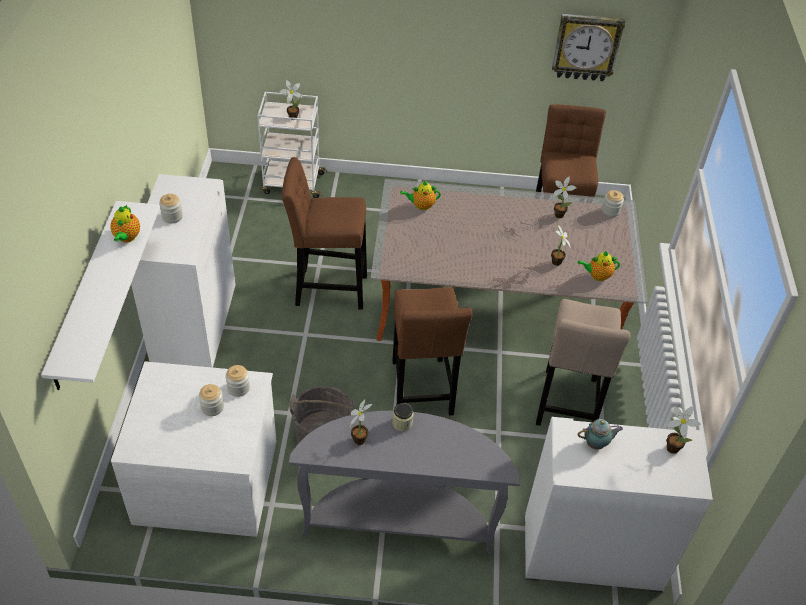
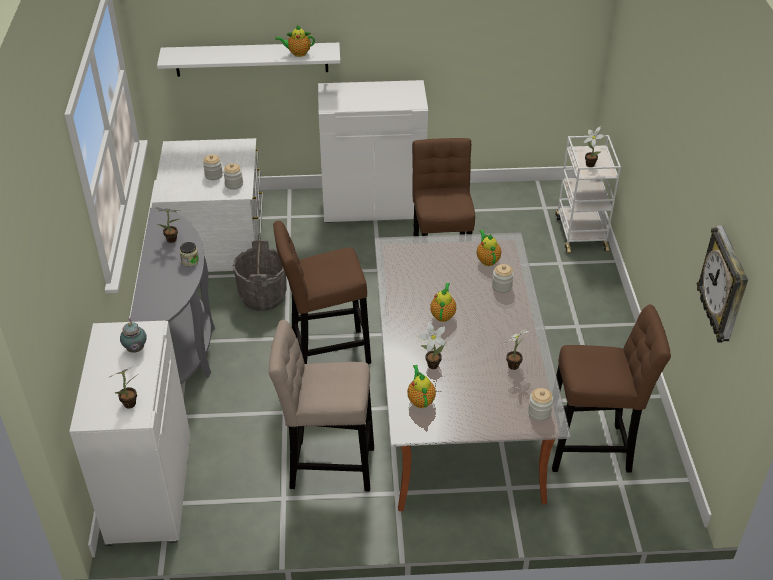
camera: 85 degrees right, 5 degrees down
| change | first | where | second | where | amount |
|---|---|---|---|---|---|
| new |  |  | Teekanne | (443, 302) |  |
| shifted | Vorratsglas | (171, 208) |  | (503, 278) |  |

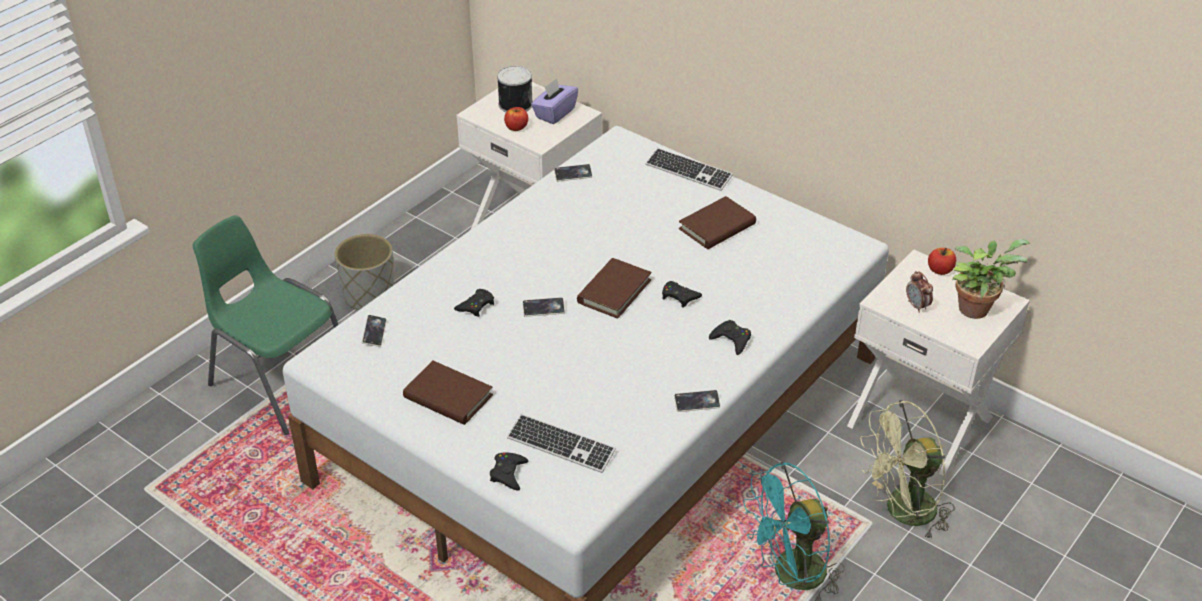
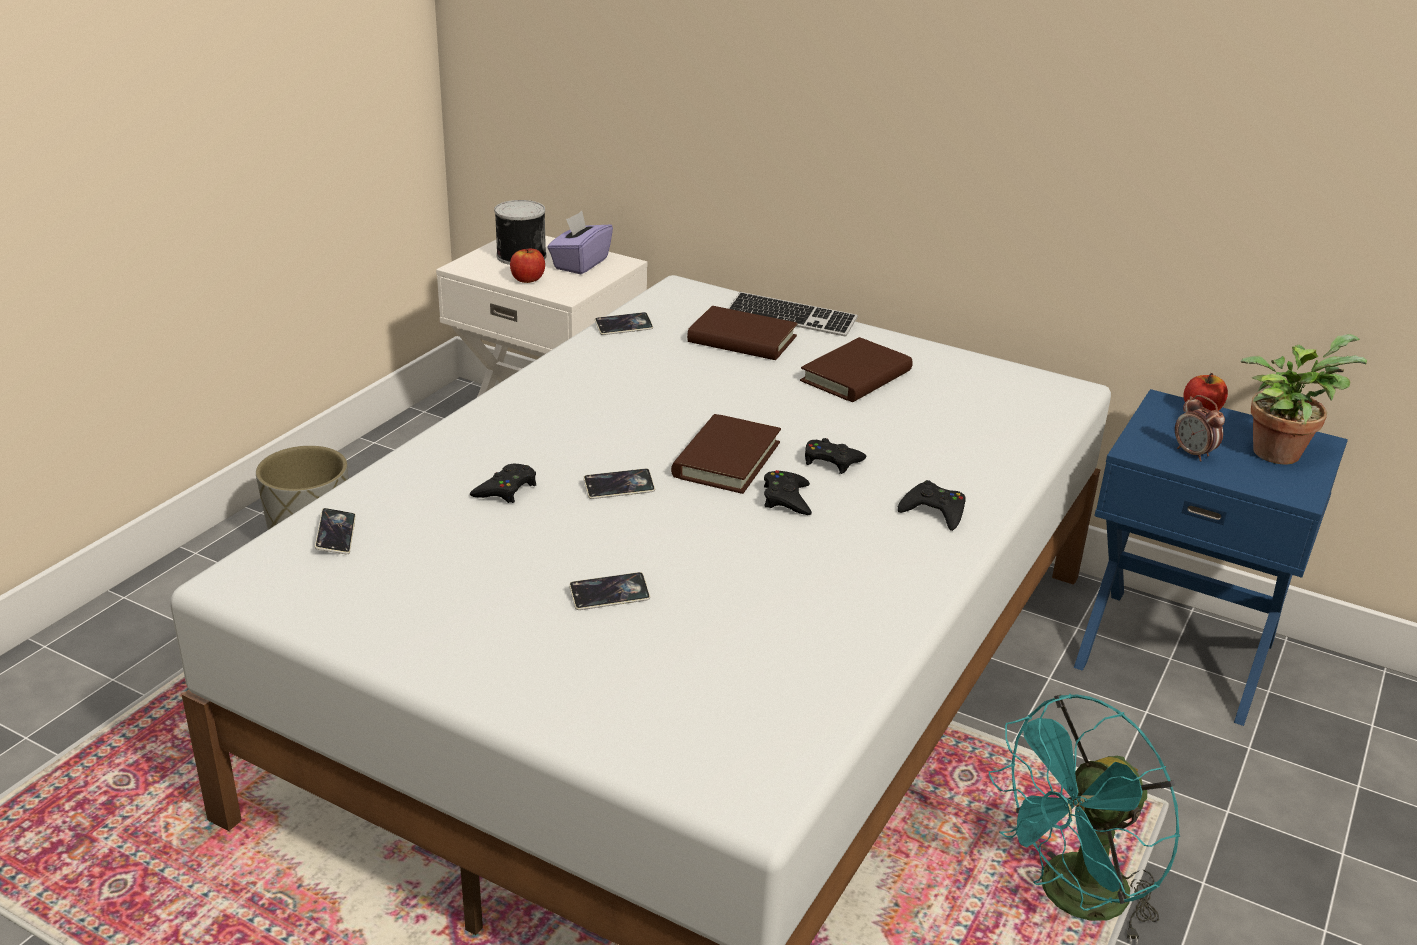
camera: 10 degrees left, 10 degrees down
| change | first | where | second | where | amount |
|---|---|---|---|---|---|
| shifted | Handy | (697, 401) |  | (609, 591) |  |
| shifted | Buch [braun] | (448, 393) |  | (742, 333) |  |
| shifted | Gamepad [schwarz] | (509, 471) |  | (788, 492) |  |
| repainted | Nachttisch [weiß] | (938, 363) | Nachttisch [blau] | (1211, 557) |  |
| gone | Stuhl [grün] | (266, 325) |  |  |  |
| gone | Tastatur | (561, 443) |  |  |  |
| gone | Ventilator [grün] | (907, 470) |  |  |  |

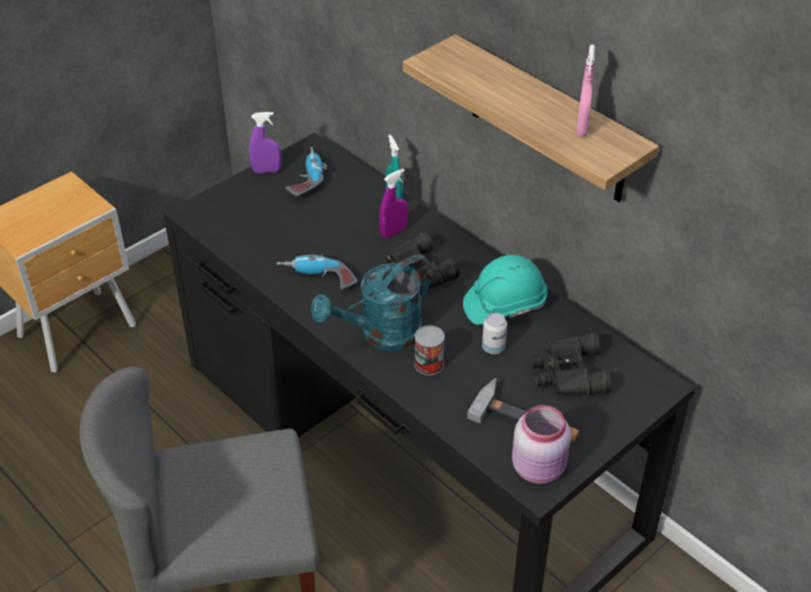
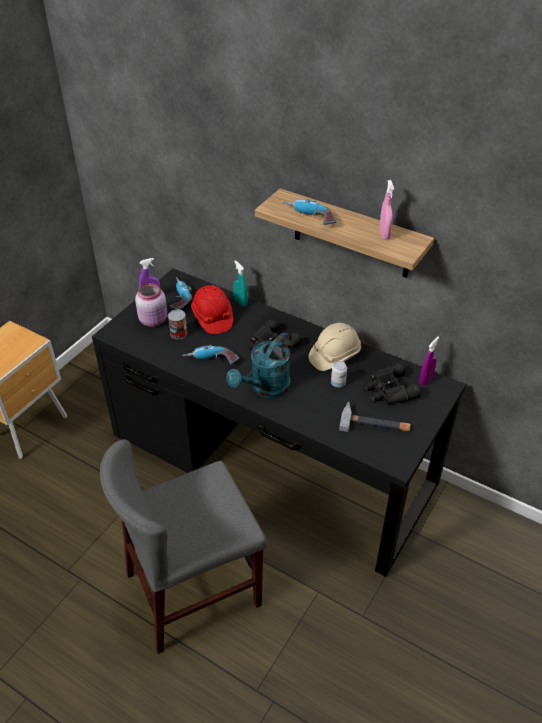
camera: 15 degrees left, 0 degrees up
| change | first | where | second | where | amount |
|---|---|---|---|---|---|
| shifted | Vorratsglas [rosa] | (541, 444) |  | (151, 305) |  |
| shifted | Dose | (429, 350) |  | (177, 324) |  |
| new |  |  | Schutzhelm [rot] | (212, 309) |  |
| new |  |  | Bohrmaschine | (310, 212) |  |
| repainted | Schutzhelm [türkis] | (505, 290) | Schutzhelm [beige] | (334, 347) |  |
| shifted | Sprühflasche [lila] | (393, 203) |  | (429, 361) |  |

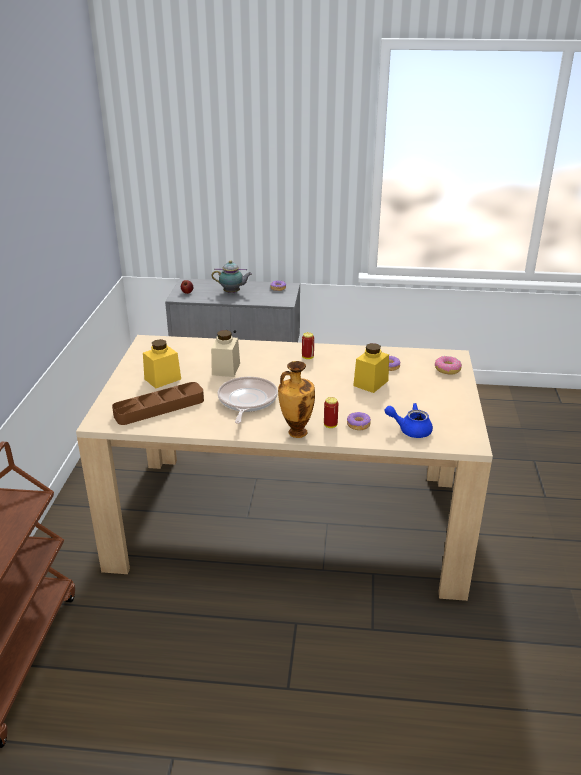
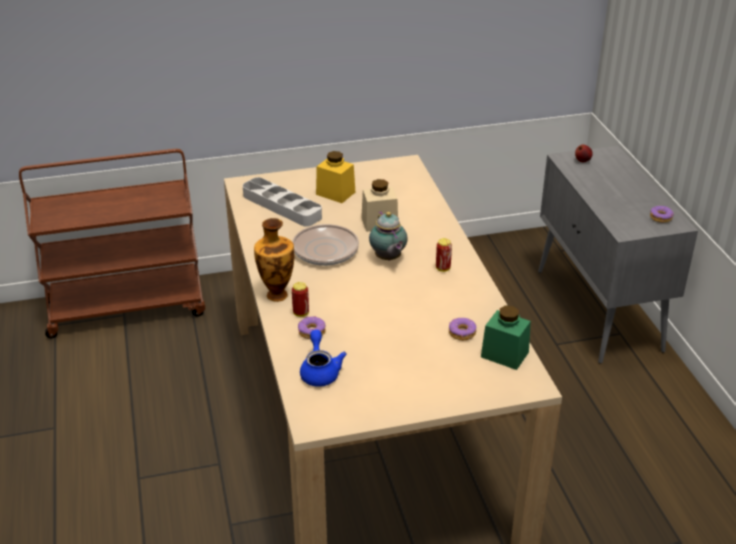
camera: 70 degrees right, 5 degrees up
| change | first | where | second | where | amount |
|---|---|---|---|---|---|
| repainted | Tablett [braun] | (158, 403) | Tablett [grau] | (282, 202) |  |
| shifted | Teekanne | (232, 276) |  | (388, 235) |  |
| new |  |  | Vorratsglas [grün] | (506, 337) |  |
| gone | Vorratsglas [gelb] | (371, 368) |  |  |  |
| gone | Donut | (448, 365) |  |  |  |

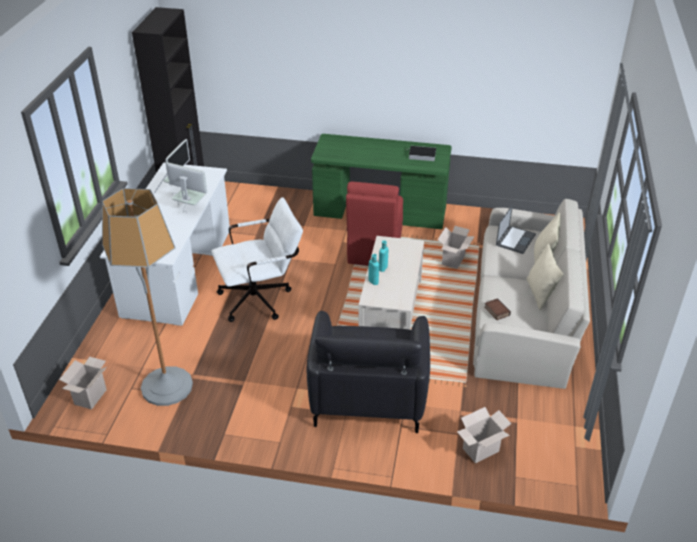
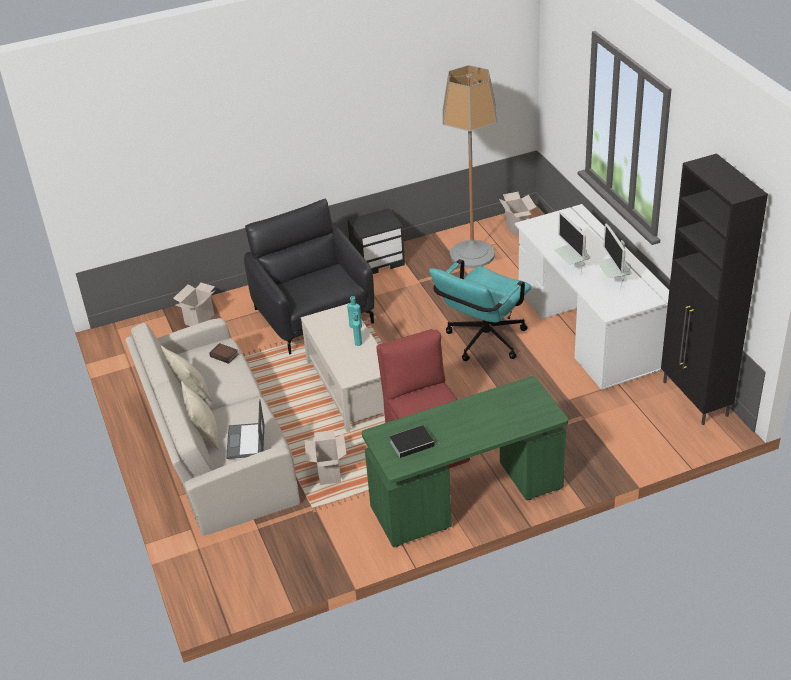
camera: 150 degrees right, 0 degrees up
| change | first | where | second | where | amount |
|---|---|---|---|---|---|
| new |  |  | Nachttisch [schwarz] | (376, 241) |  |
| repainted | Bürostuhl [weiß] | (257, 259) | Bürostuhl [türkis] | (480, 310) |  |
| rotated | Monitor | (187, 188) |  | (573, 241) | 75 degrees clockwise |

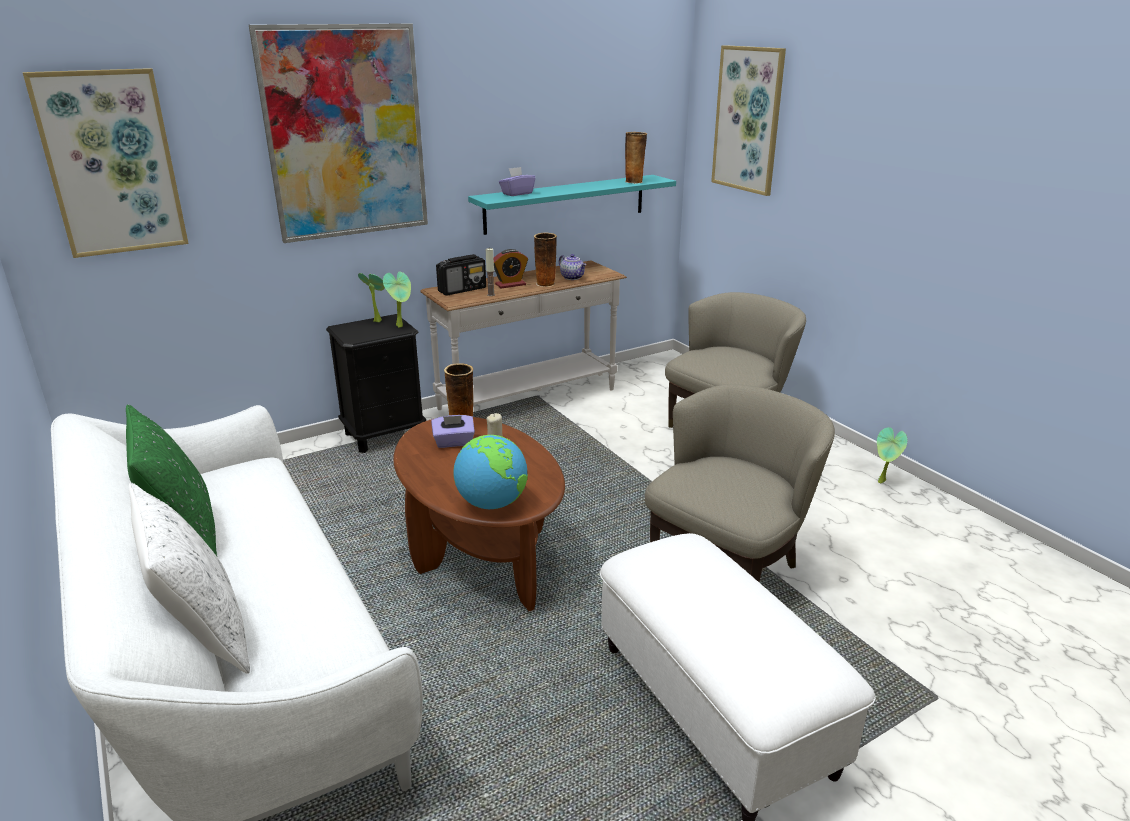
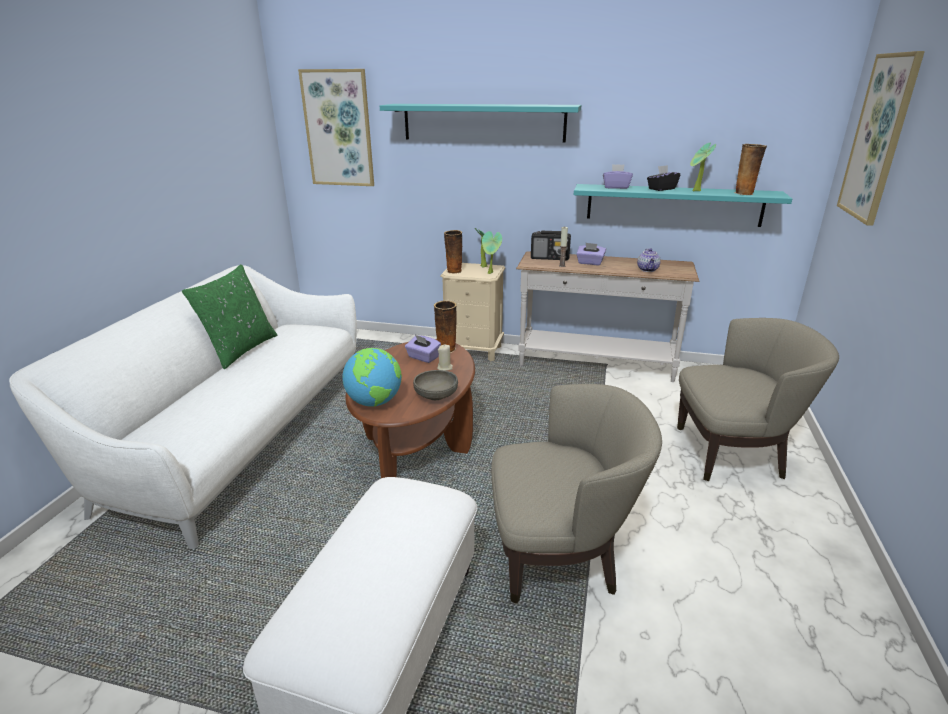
camera: 45 degrees right, 0 degrees up
| change | first | where | second | where | amount |
|---|---|---|---|---|---|
| swapped | Bild | (338, 133) | Wandregal [türkis] | (480, 123) |  |
| new |  |  | Schüssel [grau] | (435, 385) |  |
| repainted | Nachttisch [schwarz] | (376, 383) | Nachttisch [beige] | (472, 312) |  |
| shifted | Vase | (545, 259) |  | (453, 252) |  |
| swapped | Wecker | (511, 268) | Taschentuchbox [lila] | (591, 254) |  |
| new |  |  | Taschentuchbox [schwarz] | (663, 178) |  |
| shifted | Topfpflanze | (892, 455) |  | (703, 167) |  |
| gone | Kissen [weiß] | (189, 578) |  |  |  |

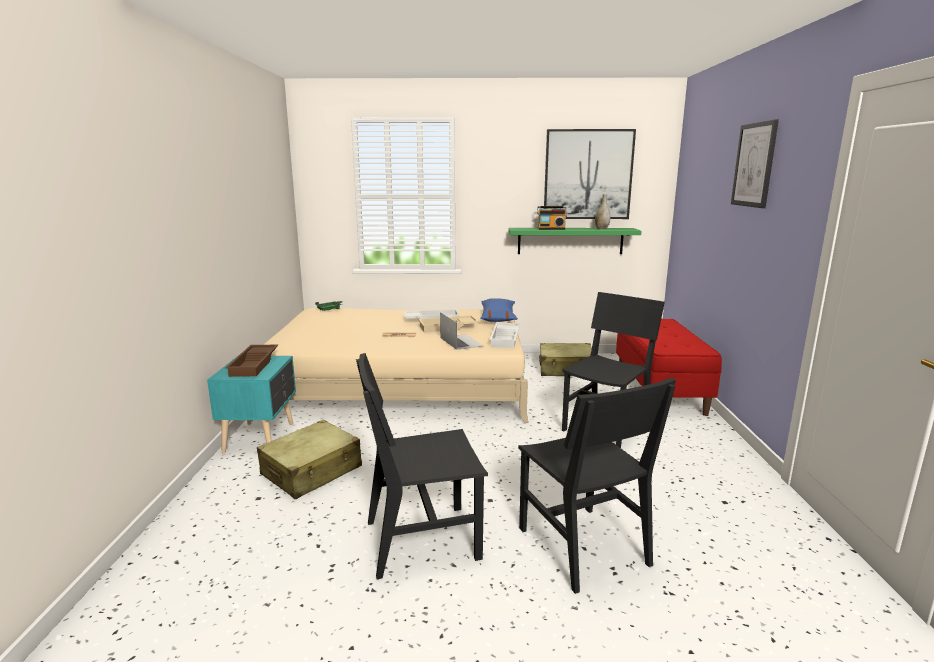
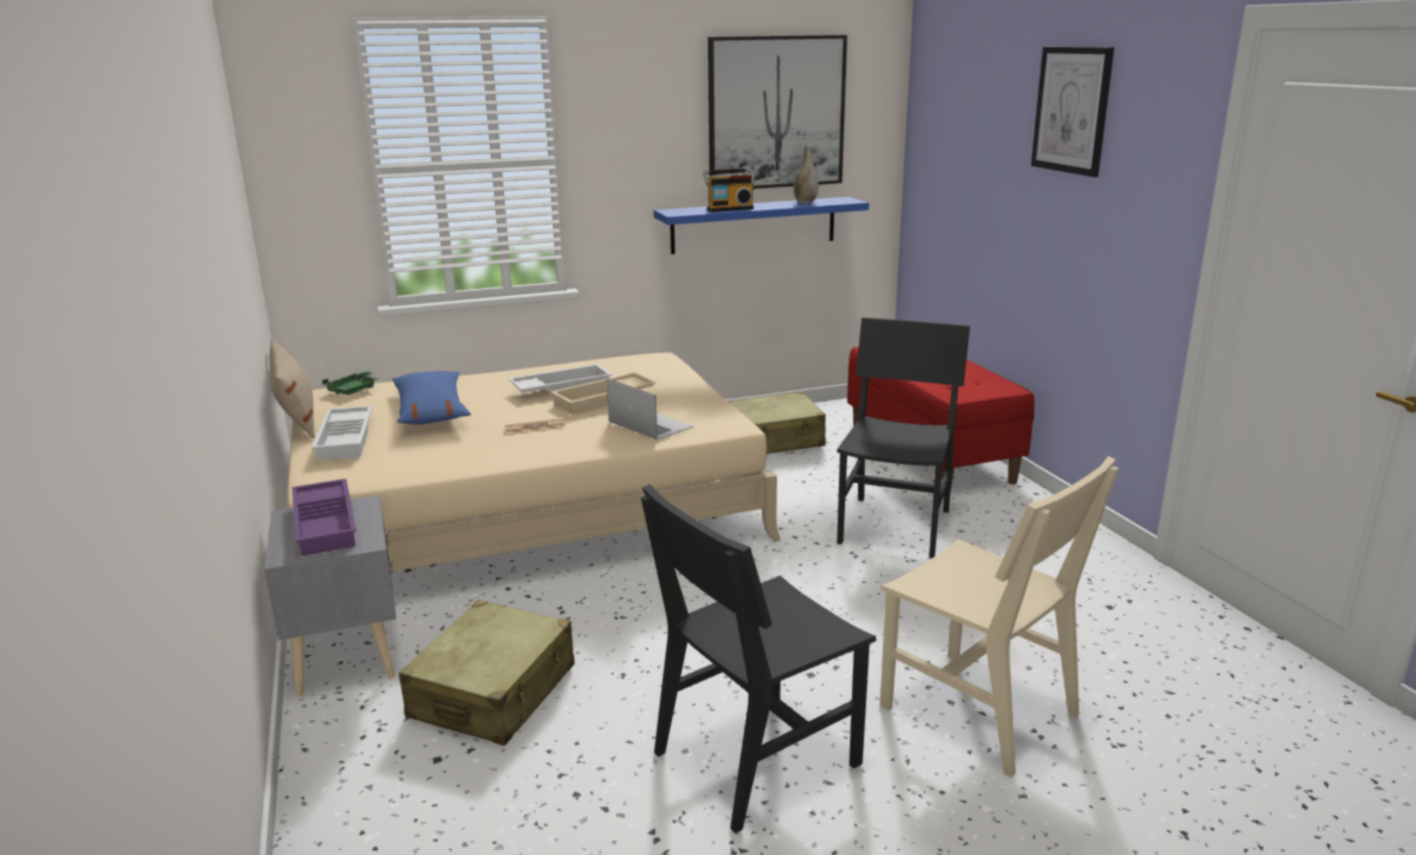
camera: 20 degrees left, 5 degrees up
| change | first | where | second | where | amount |
|---|---|---|---|---|---|
| repainted | Nachttisch [türkis] | (251, 405) | Nachttisch [grau] | (330, 596) |  |
| new |  |  | Kissen [beige] | (292, 389) |  |
| repainted | Tablett [braun] | (251, 361) | Tablett [lila] | (324, 517) |  |
| shifted | Tablett [weiß] | (505, 335) |  | (342, 433) |  |
| shifted | Kissen [blau] | (499, 310) |  | (431, 398) |  |
| repainted | Wandregal [grün] | (575, 241) | Wandregal [blau] | (761, 225) |  |
| repainted | Stuhl [schwarz] | (597, 485) | Stuhl [beige] | (999, 617) |  |

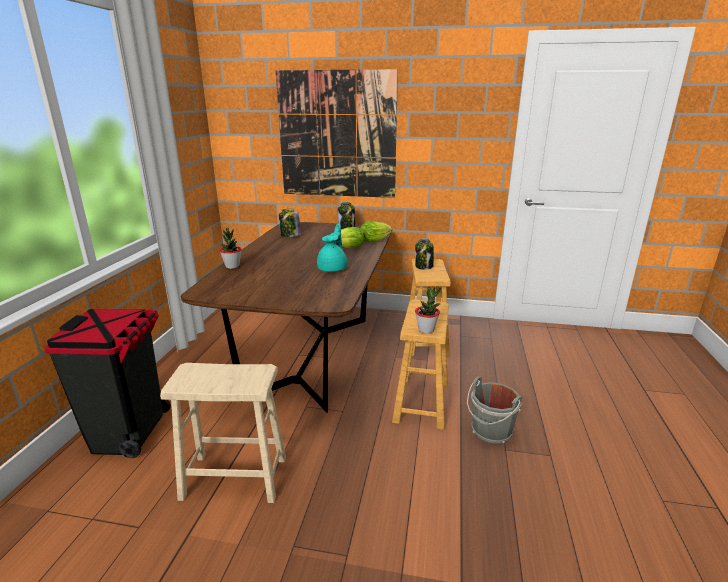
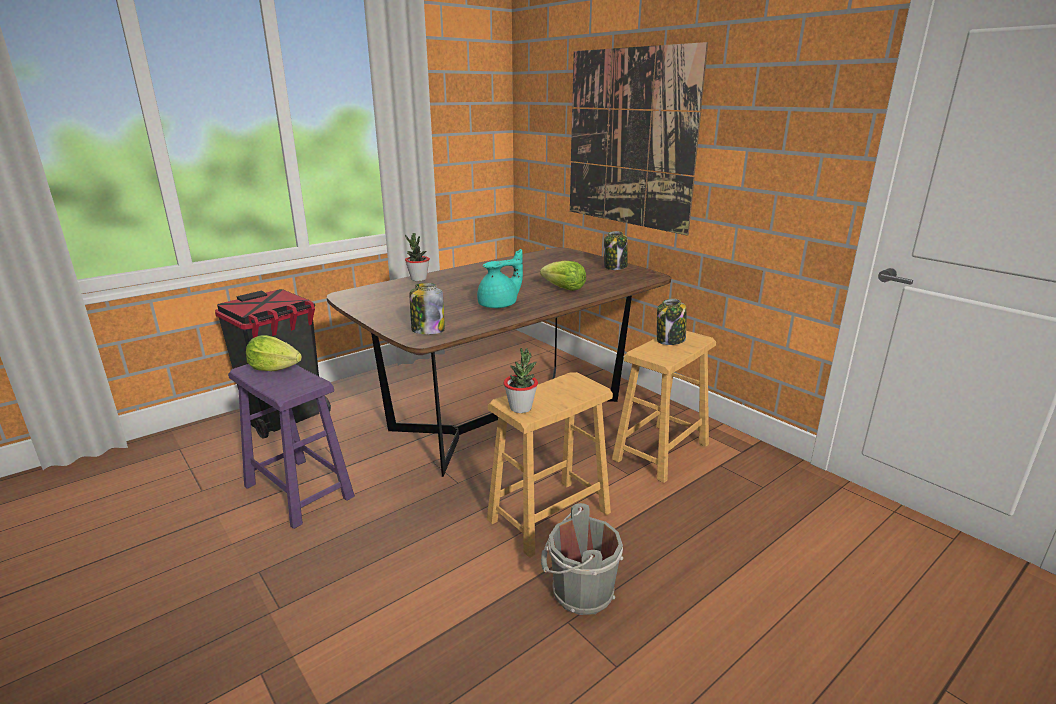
camera: 40 degrees right, 0 degrees up
| change | first | where | second | where | amount |
|---|---|---|---|---|---|
| repainted | Hocker [beige] | (223, 433) | Hocker [lila] | (291, 446) |  |
| shifted | Salatkopf | (376, 231) |  | (274, 353) |  |
| shifted | Vorratsglas | (290, 223) |  | (427, 308) |  |

